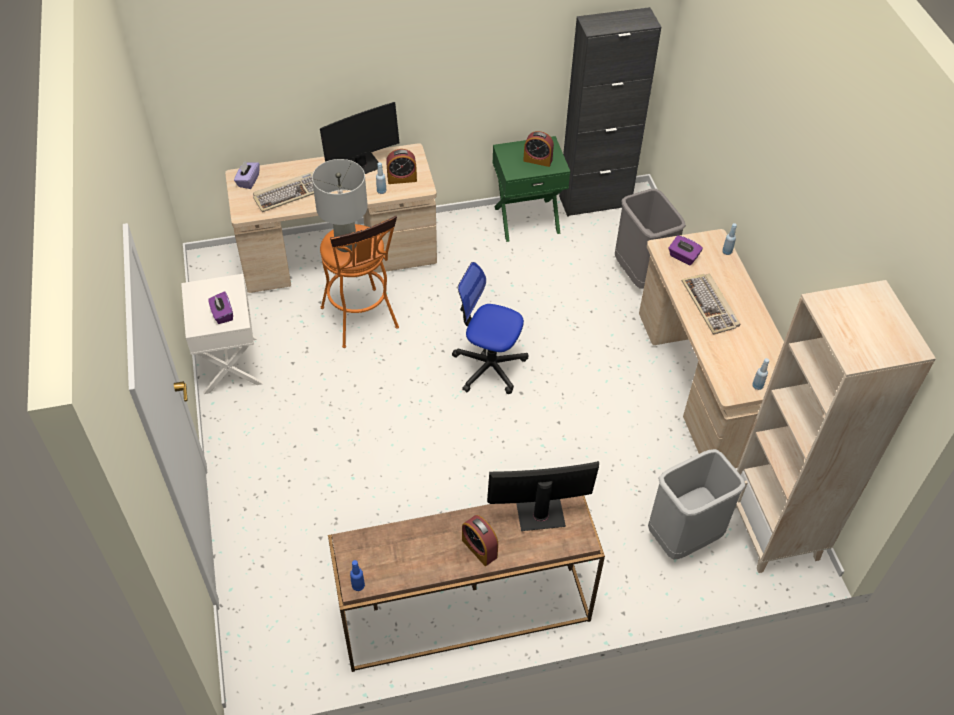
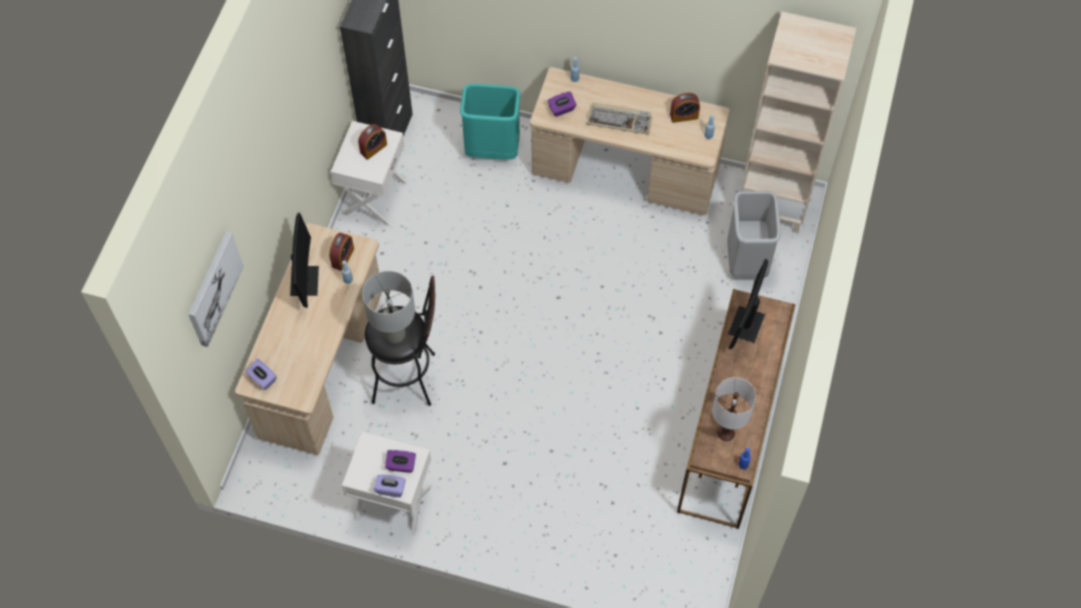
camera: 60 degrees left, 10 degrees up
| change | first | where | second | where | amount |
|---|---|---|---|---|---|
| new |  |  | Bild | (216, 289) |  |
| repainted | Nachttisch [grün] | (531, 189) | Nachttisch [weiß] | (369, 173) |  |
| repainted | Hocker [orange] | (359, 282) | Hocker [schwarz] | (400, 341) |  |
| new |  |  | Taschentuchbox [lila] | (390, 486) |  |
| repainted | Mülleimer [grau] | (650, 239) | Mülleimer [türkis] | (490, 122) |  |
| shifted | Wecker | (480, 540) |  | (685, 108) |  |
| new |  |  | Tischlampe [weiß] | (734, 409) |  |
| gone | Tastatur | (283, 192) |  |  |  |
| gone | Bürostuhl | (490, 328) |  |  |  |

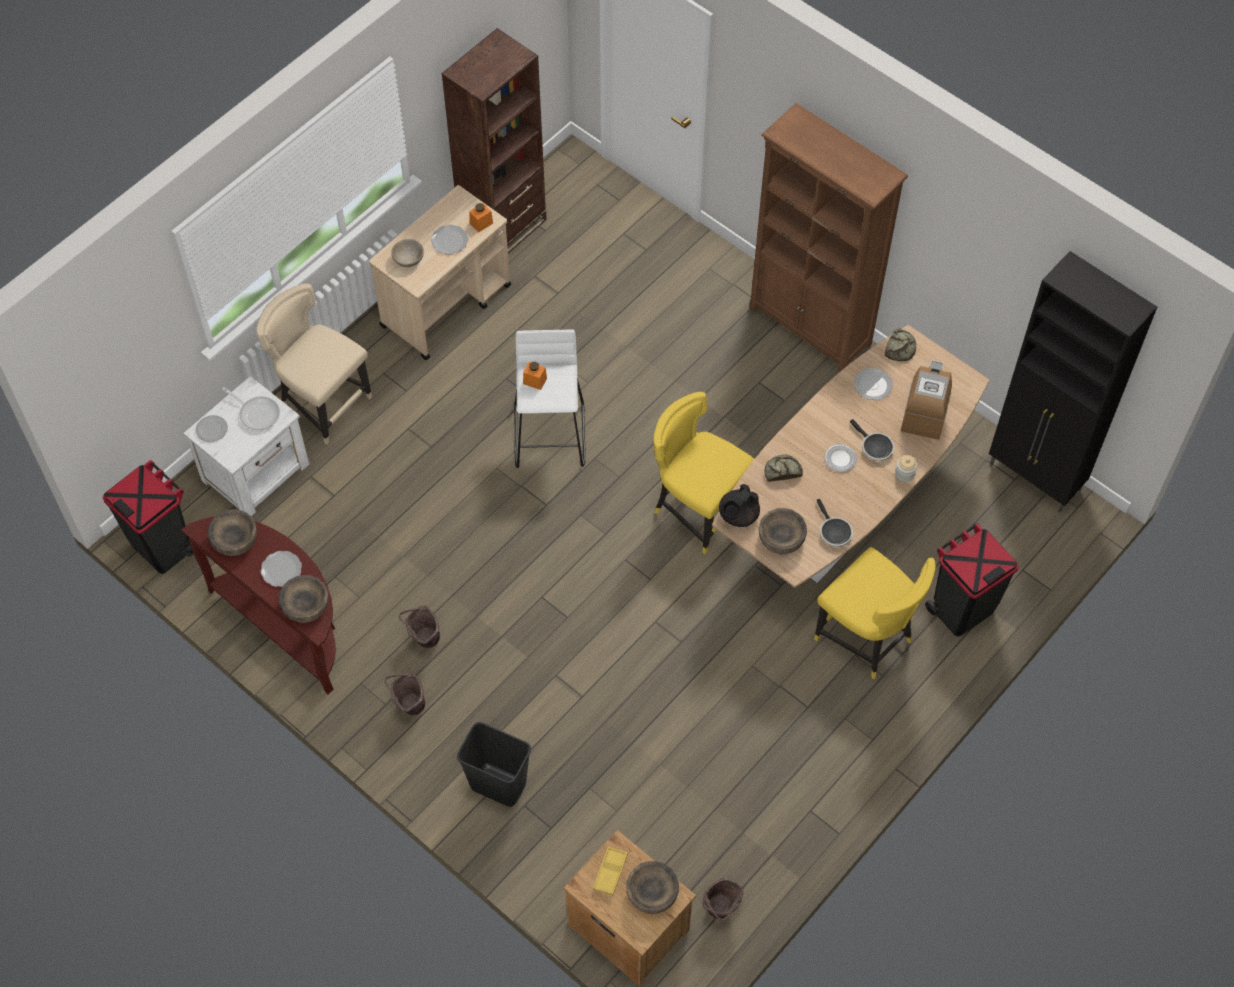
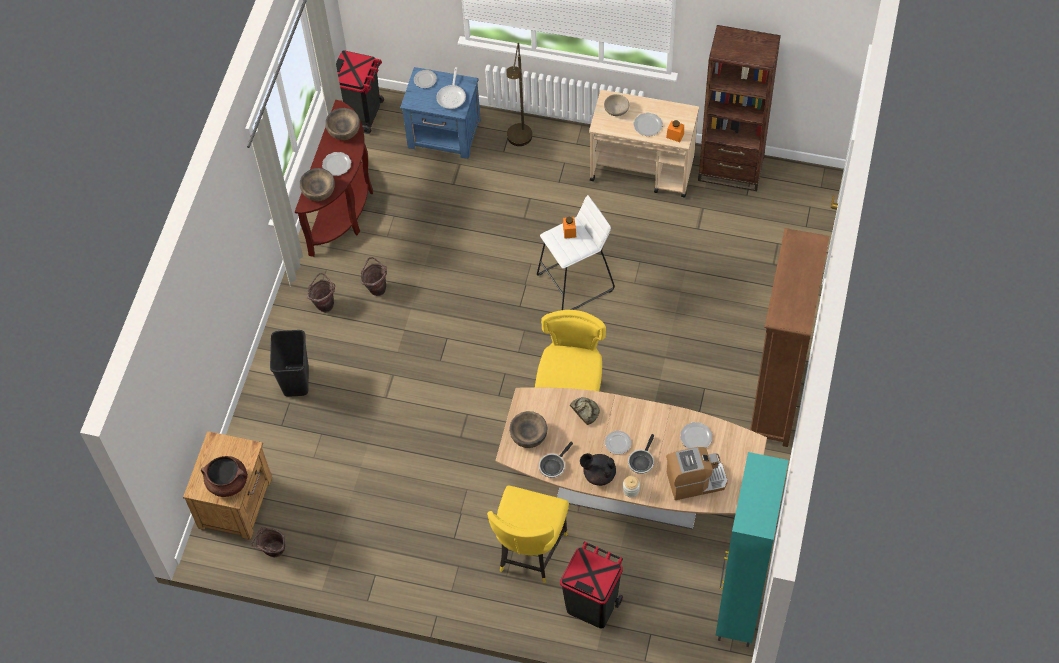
camera: 65 degrees right, 0 degrees up
| change | first | where | second | where | amount |
|---|---|---|---|---|---|
| swapped | Schüssel [braun] | (652, 887) | Kochtopf [braun] | (224, 476) |  |
| repainted | Nachttisch [weiß] | (246, 446) | Nachttisch [blau] | (440, 113) |  |
| swapped | Stuhl [beige] | (314, 364) | Stehlampe [braun] | (519, 94) |  |
| shifted | Teekanne [schwarz] | (739, 505) |  | (598, 469) |  |
| repainted | Schrank [schwarz] | (1073, 382) | Schrank [türkis] | (752, 549) |  |
| gone | Tablett [gelb] | (610, 871) |  |  |  |
| gone | Brot | (900, 345) |  |  |  |

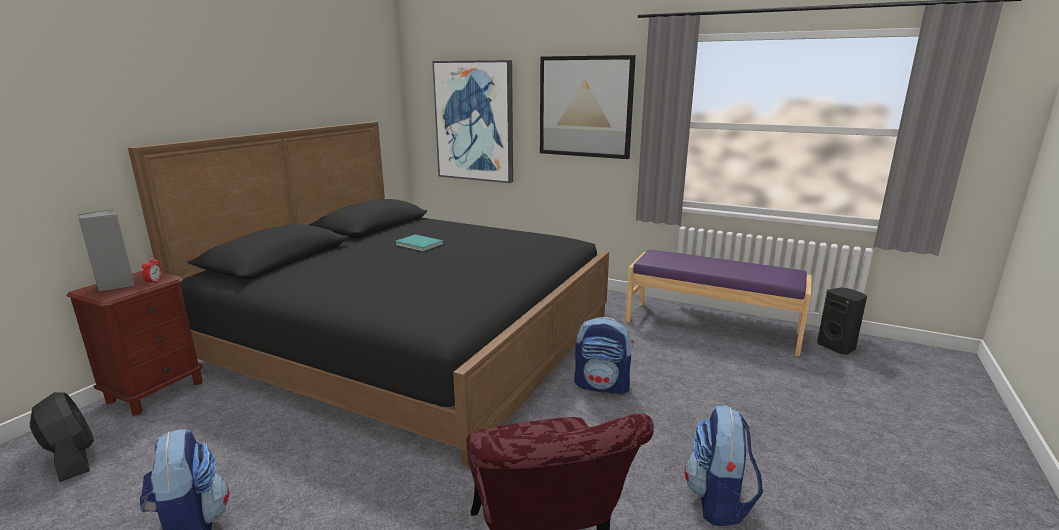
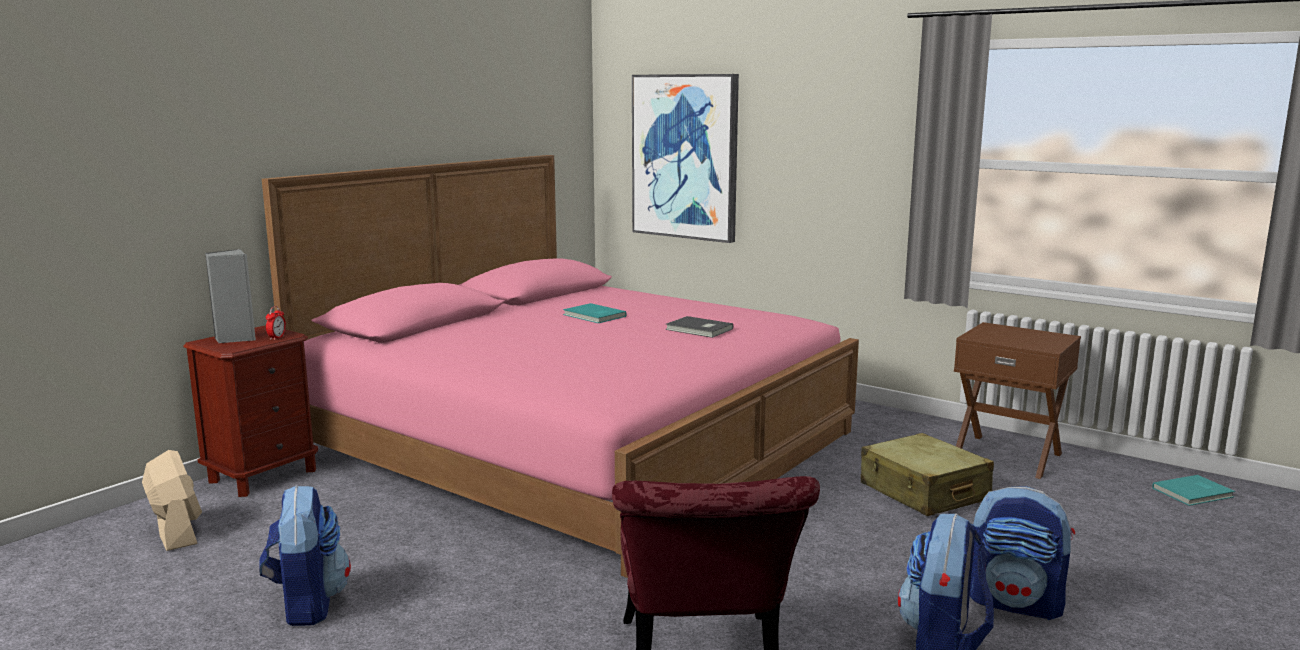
camera: 10 degrees right, 5 degrees down
| change | first | where | second | where | amount |
|---|---|---|---|---|---|
| repainted | Ventilator [schwarz] | (62, 437) | Ventilator [beige] | (172, 500) |  |
| repainted | Bett [schwarz] | (368, 294) | Bett [rosa] | (560, 366) |  |
| new |  |  | Buch [grau] | (699, 327) |  |
| new |  |  | Koffer [beige] | (927, 474) |  |
| swapped | Bank [lila] | (718, 302) | Nachttisch [braun] | (1017, 400) |  |
| shifted | Rucksack | (604, 356) |  | (1022, 553) |  |
| swapped | Lautsprecher [schwarz] | (842, 321) | Buch [türkis] | (1193, 490) |  |
| gone | Bild | (588, 107) |  |  |  |

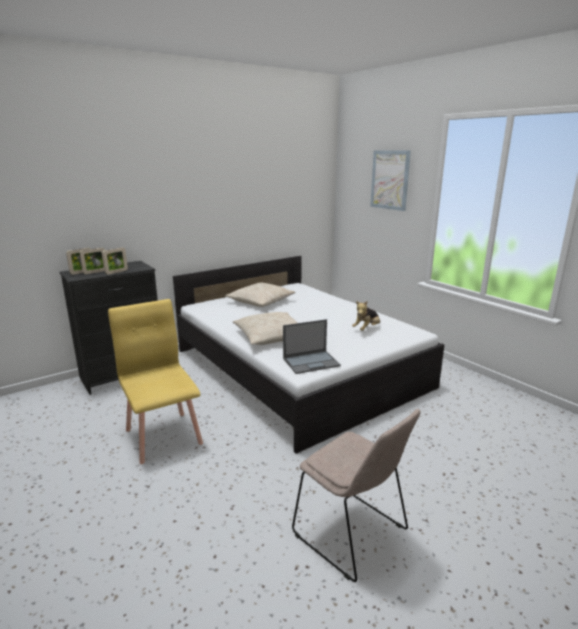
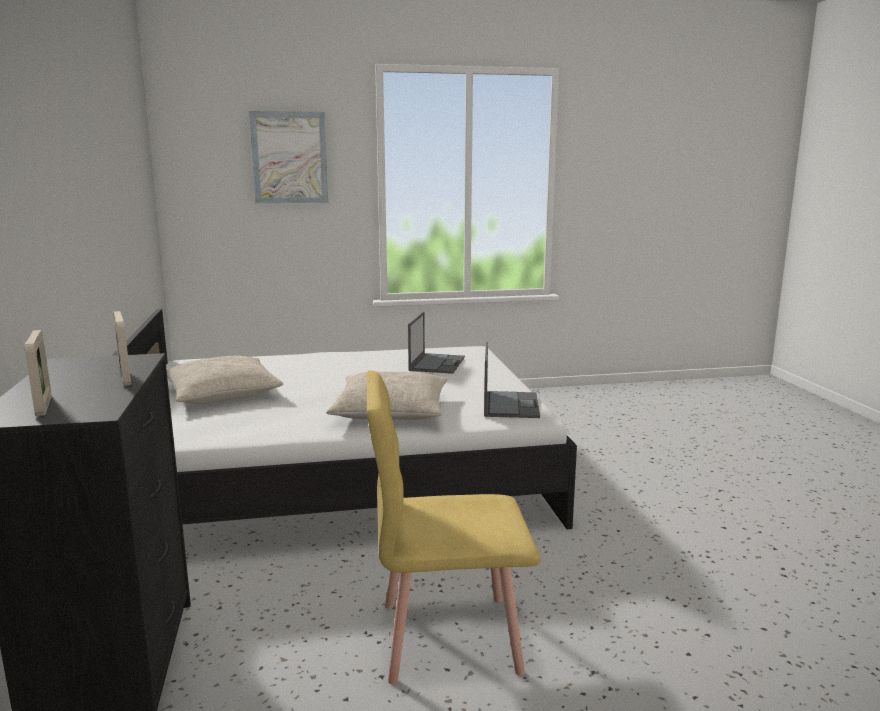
camera: 65 degrees left, 5 degrees down
| change | first | where | second | where | amount |
|---|---|---|---|---|---|
| swapped | Plüschtier | (366, 316) | Laptop | (436, 343) |  |
| gone | Bilderrahmen | (92, 261) |  |  |  |
| gone | Stuhl [beige] | (356, 495) |  |  |  |

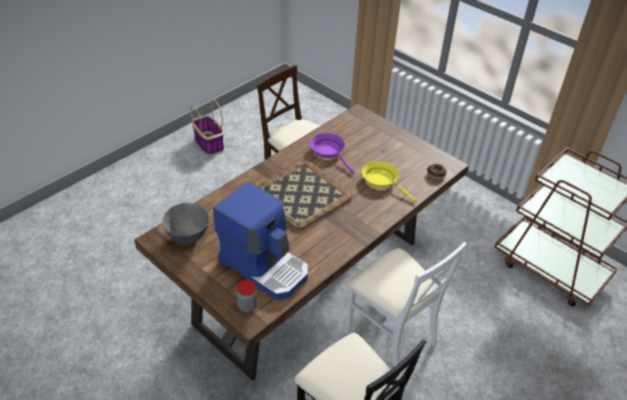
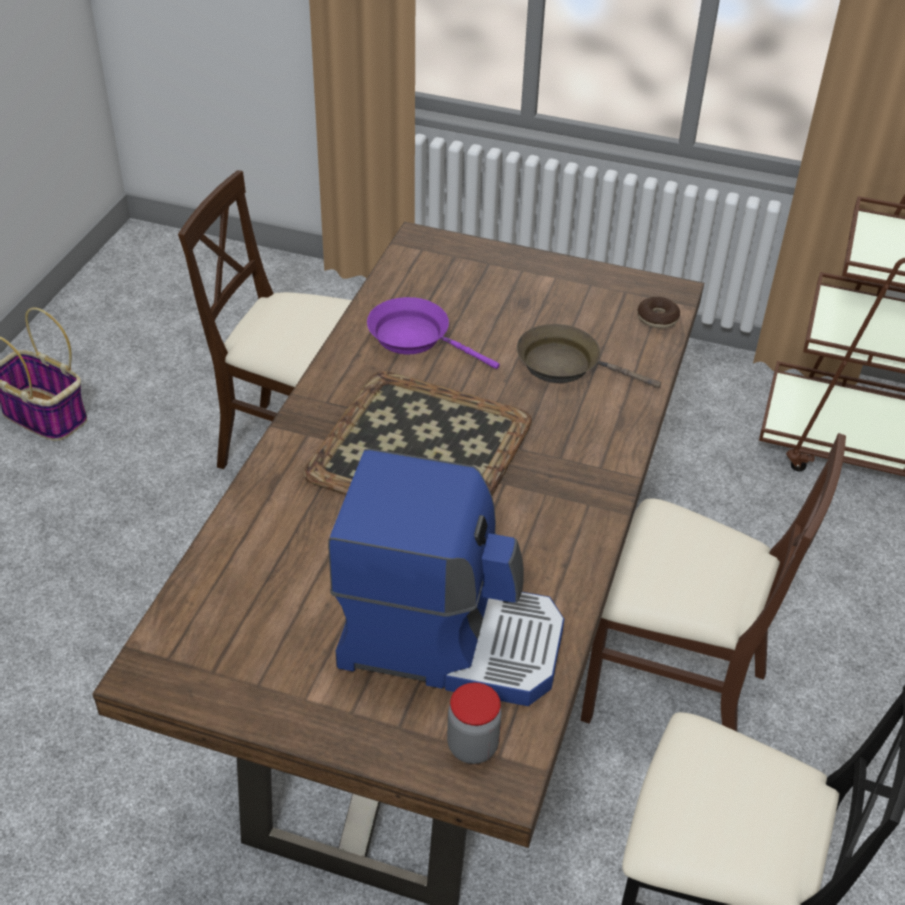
camera: 25 degrees left, 0 degrees up
| change | first | where | second | where | amount |
|---|---|---|---|---|---|
| repainted | Pfanne [gelb] | (389, 181) | Pfanne [braun] | (589, 356) |  |
| repainted | Stuhl [weiß] | (406, 304) | Stuhl [braun] | (713, 582) |  |
| gone | Schüssel [grau] | (186, 223) |  |  |  |

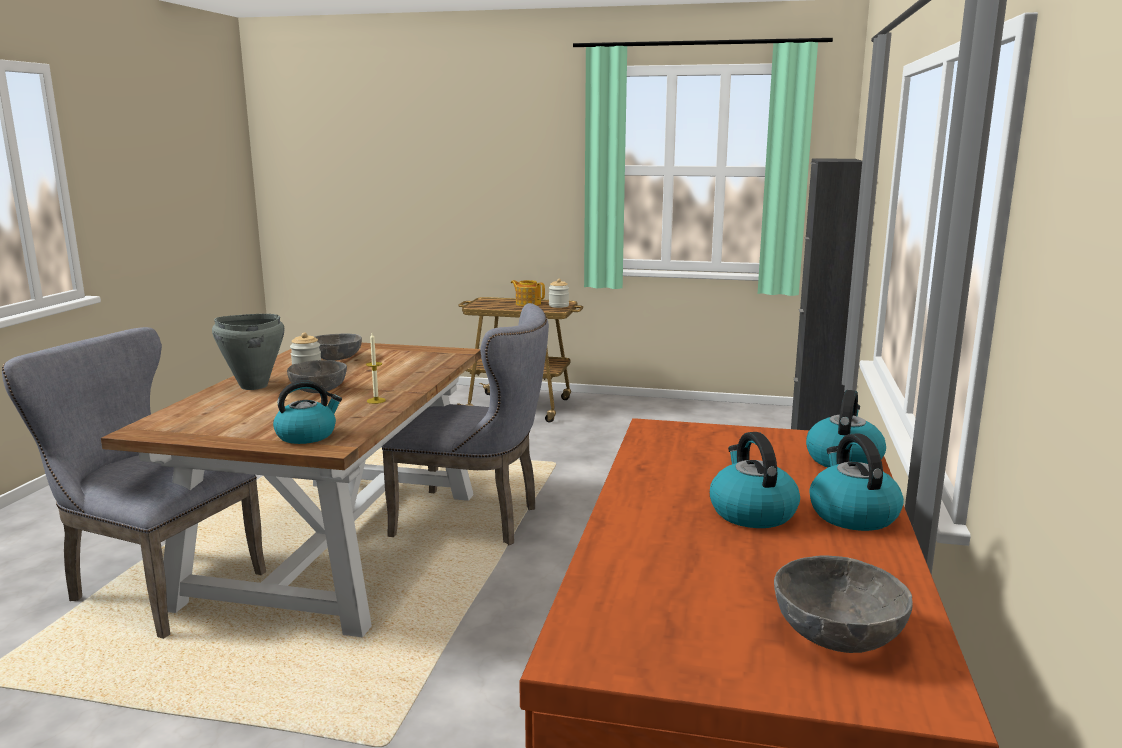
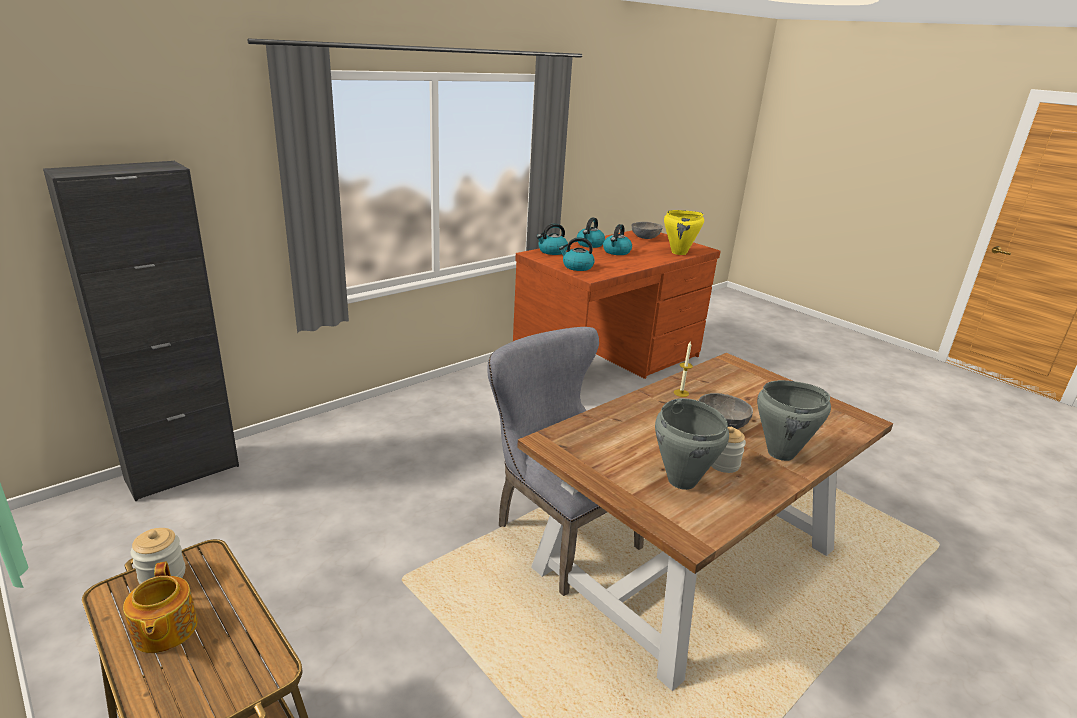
camera: 145 degrees left, 10 degrees up
| change | first | where | second | where | amount |
|---|---|---|---|---|---|
| shifted | Wasserkessel | (307, 412) |  | (577, 254) |  |
| swapped | Schüssel [grau] | (338, 347) | Kochtopf [grau] | (692, 444) |  |
| new |  |  | Kochtopf [gelb] | (684, 232) |  |
| gone | Stuhl [grau] | (134, 483) |  |  |  |

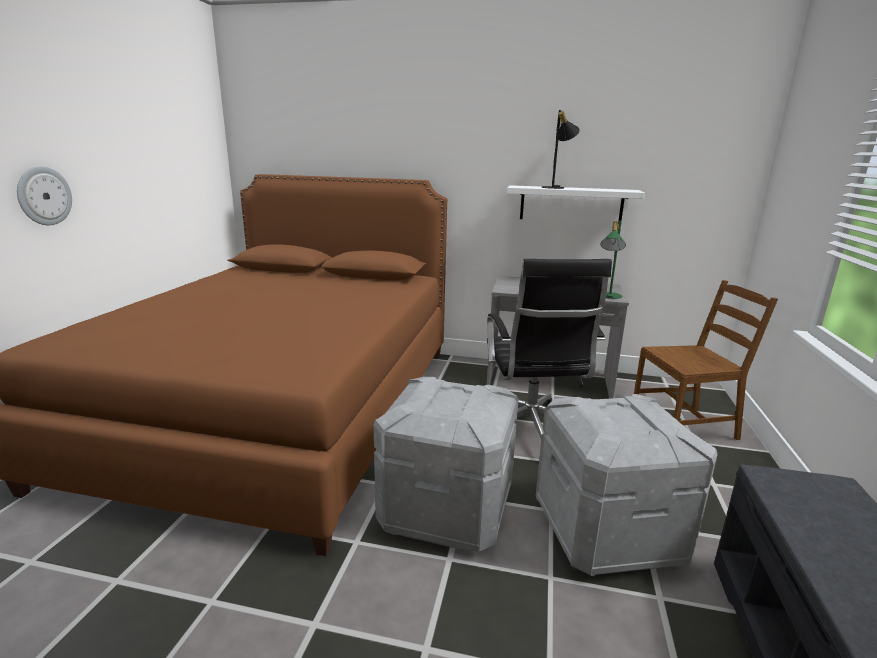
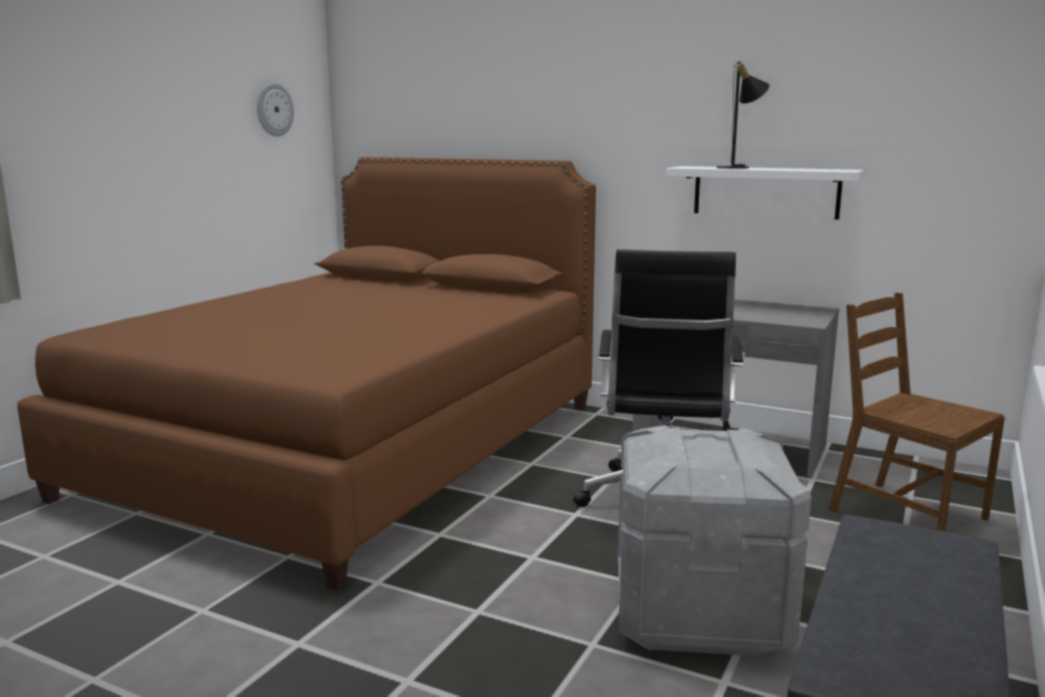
camera: 15 degrees right, 5 degrees down
| change | first | where | second | where | amount |
|---|---|---|---|---|---|
| shifted | Wanduhr | (44, 195) |  | (275, 110) |  |
| rotated | Stuhl [braun] | (706, 360) |  | (917, 412) | 135 degrees counterclockwise |
| gone | Aufbewahrungsbox [grau] | (446, 465) |  |  |  |
| gone | Tischlampe [grün] | (613, 259) |  |  |  |

